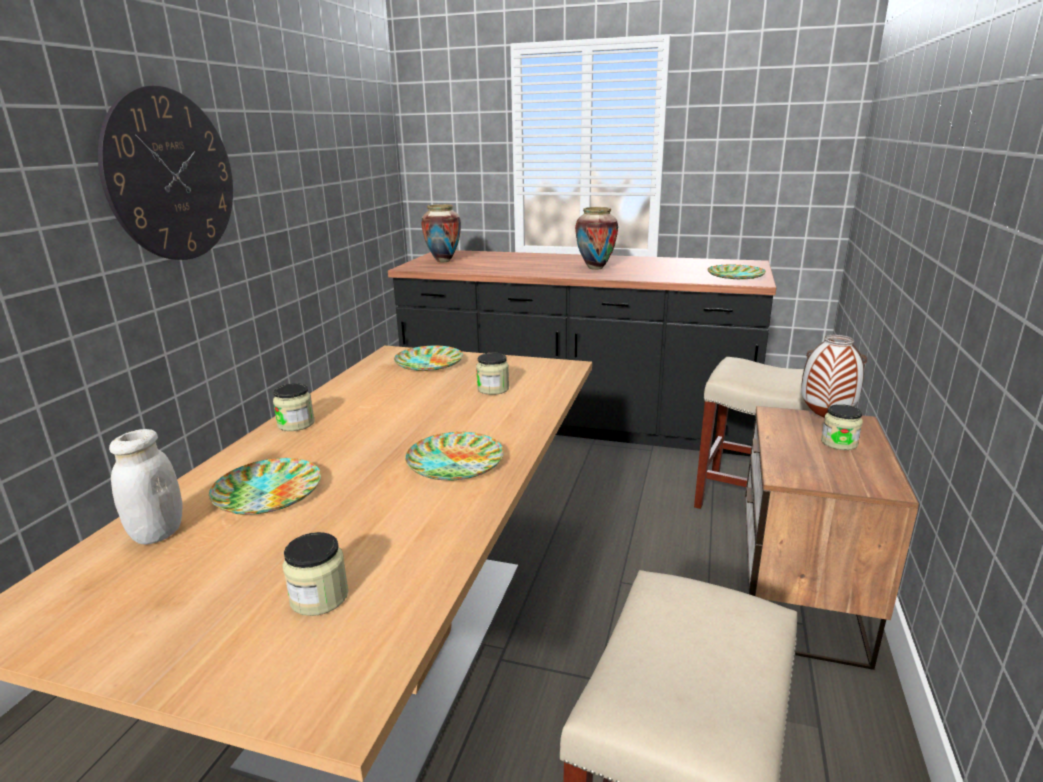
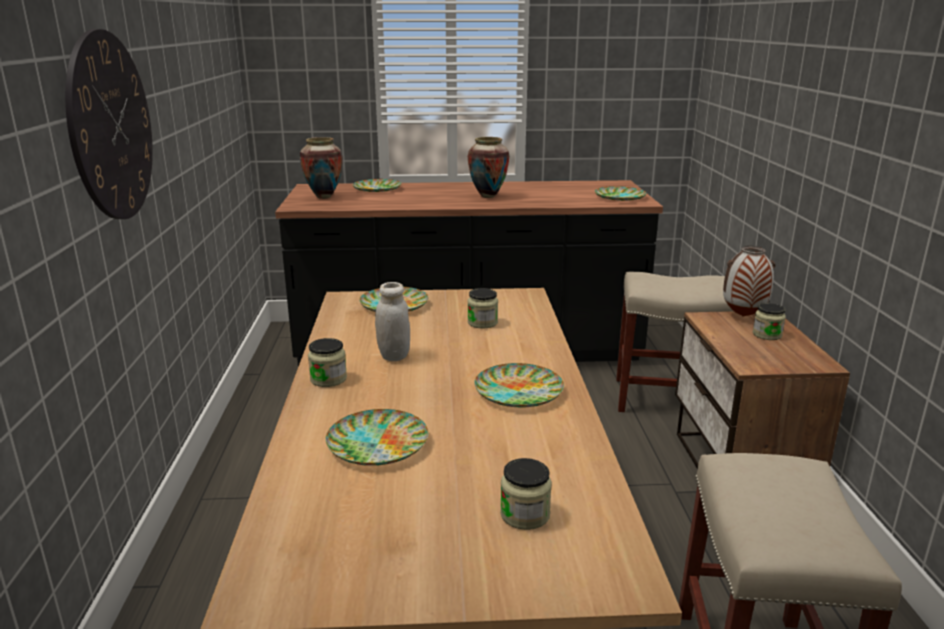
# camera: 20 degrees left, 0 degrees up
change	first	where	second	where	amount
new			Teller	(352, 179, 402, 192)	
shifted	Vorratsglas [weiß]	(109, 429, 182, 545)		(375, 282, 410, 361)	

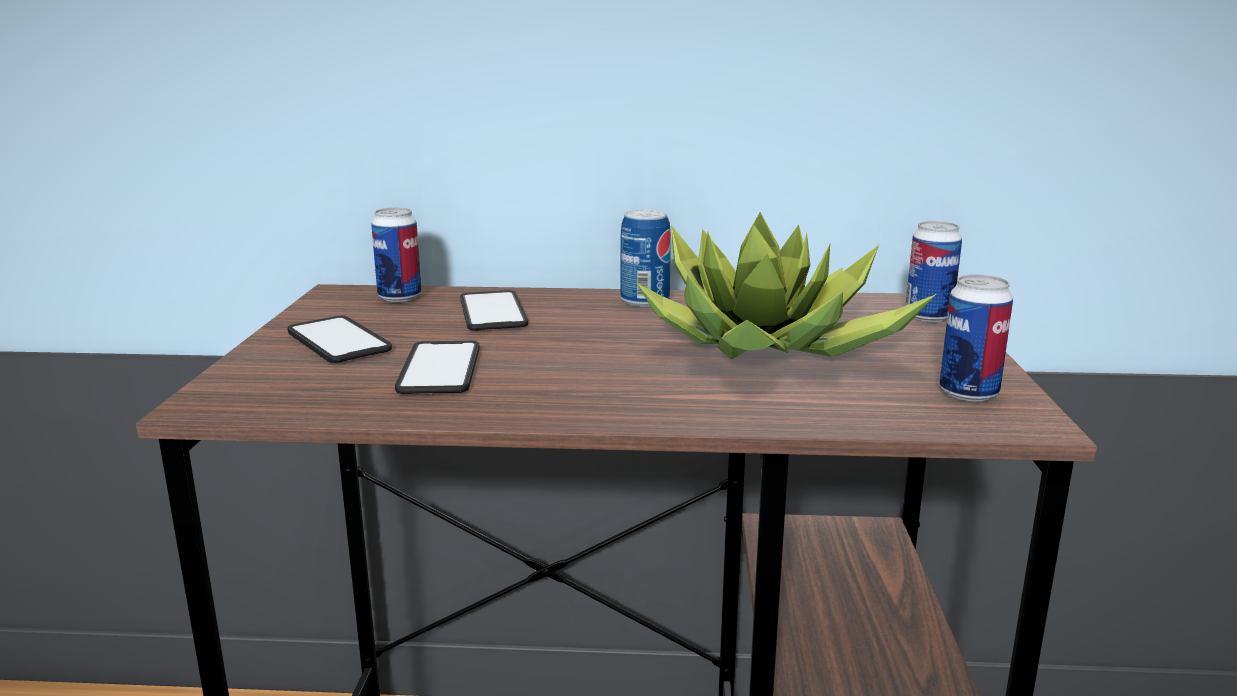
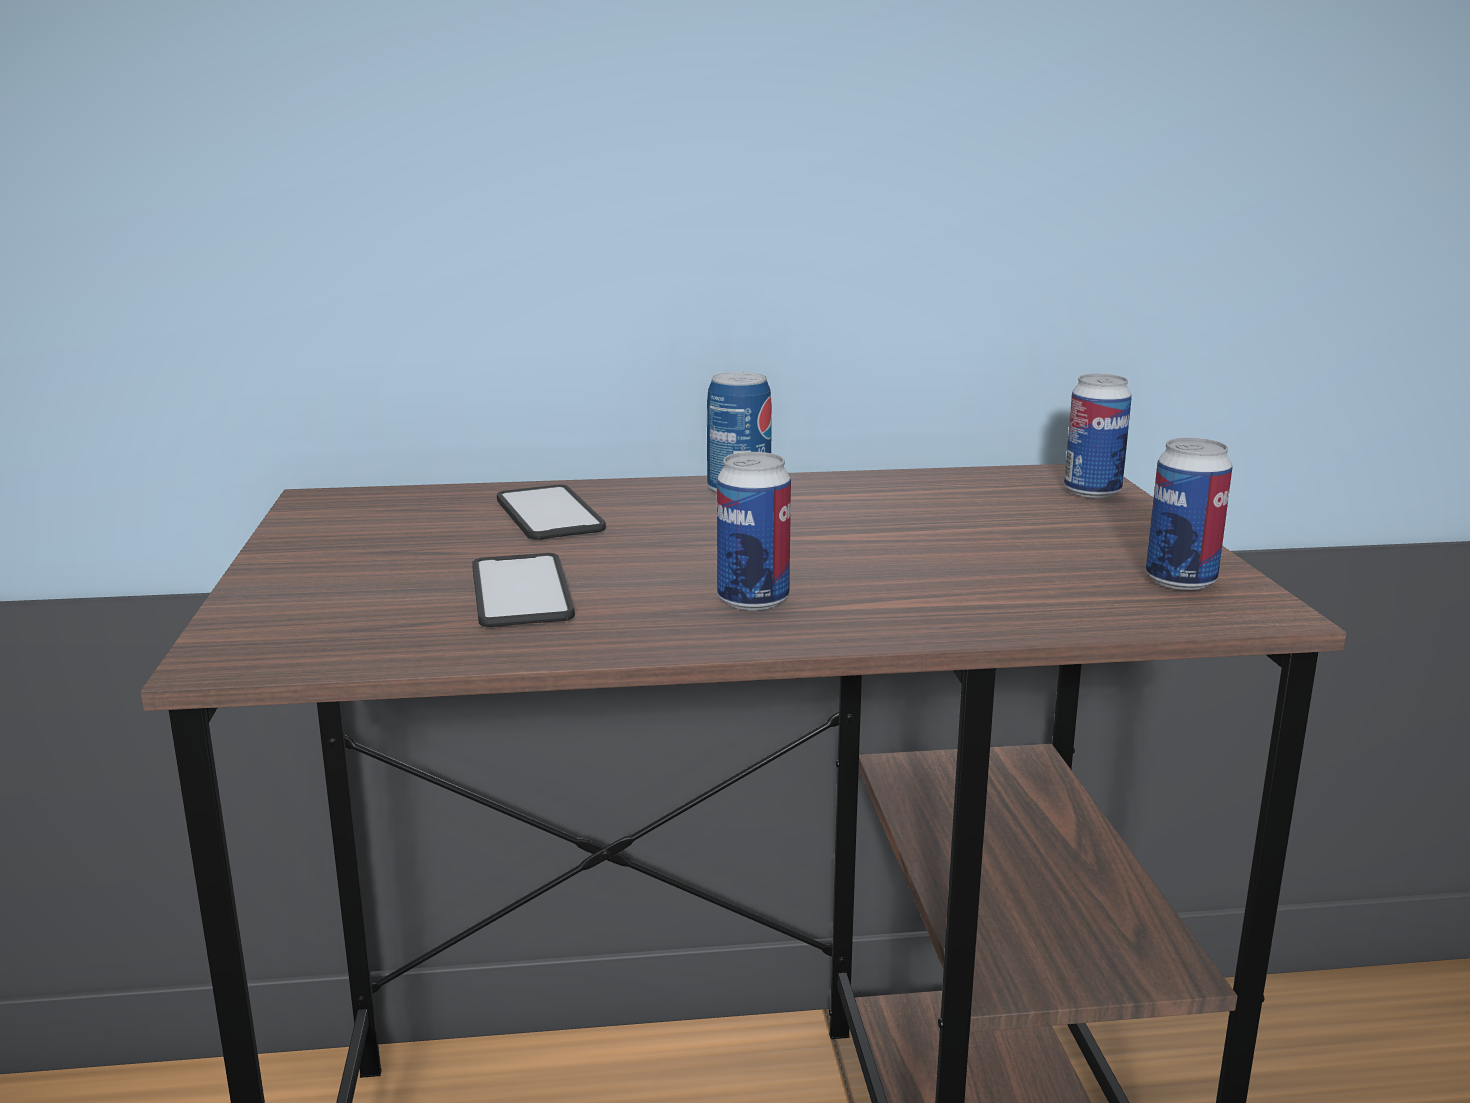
# camera: 10 degrees left, 0 degrees up
change	first	where	second	where	amount
shifted	Dose	(371, 208, 422, 302)		(717, 452, 791, 611)	
gone	Handy	(288, 316, 392, 363)			
gone	Topfpflanze	(637, 212, 937, 360)			

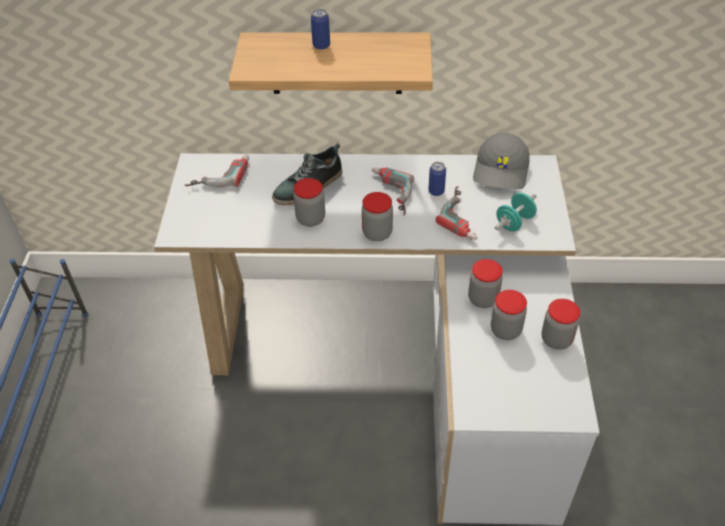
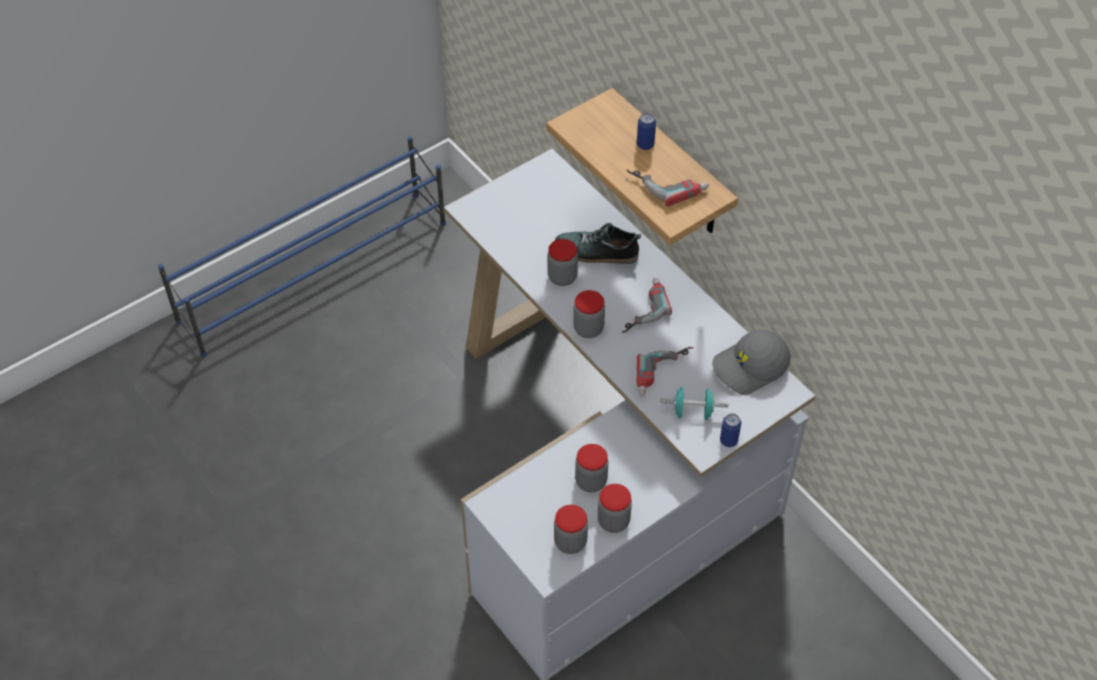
# camera: 50 degrees right, 5 degrees up
change	first	where	second	where	amount
shifted	Vorratsglas	(468, 259, 503, 308)		(554, 505, 588, 554)	
shifted	Bohrmaschine	(184, 155, 249, 187)		(627, 169, 709, 206)	
shifted	Dose	(428, 162, 446, 196)		(720, 413, 741, 447)	

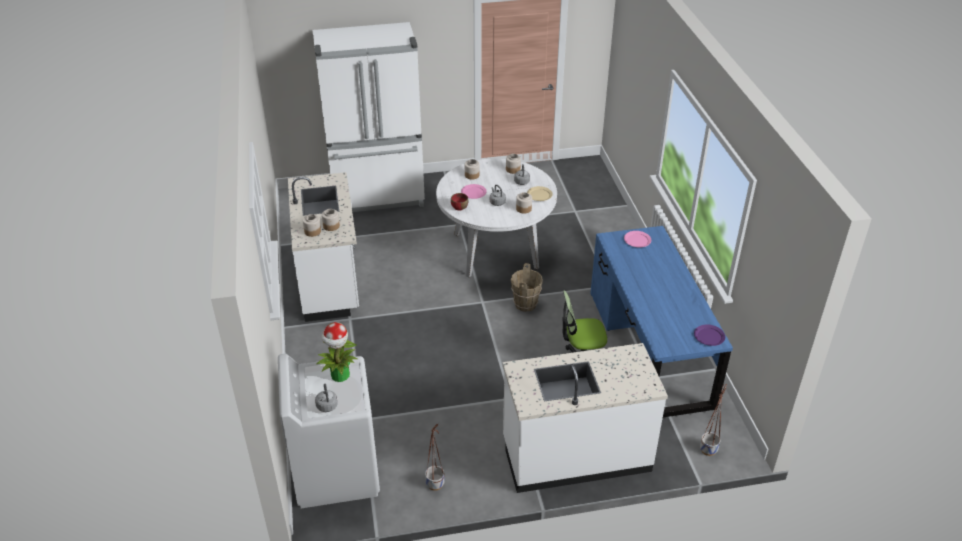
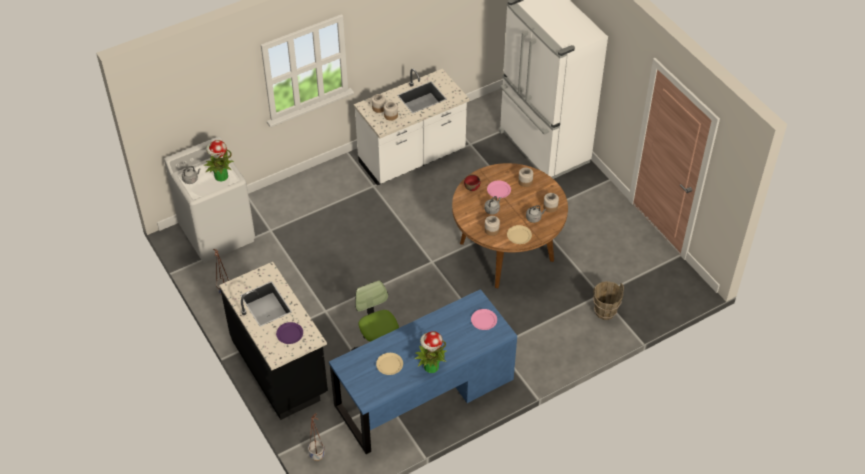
# camera: 70 degrees right, 10 degrees up
change	first	where	second	where	amount
repainted	Küchenzeile [weiß]	(503, 343, 668, 493)	Küchenzeile [schwarz]	(219, 262, 328, 420)	
shifted	Teller [lila]	(694, 324, 725, 346)		(276, 322, 303, 344)	
new			Teller [beige]	(376, 353, 403, 375)	
new			Topfpflanze	(415, 331, 446, 373)	
repainted	Esstisch [weiß]	(436, 158, 557, 278)	Esstisch [braun]	(452, 163, 568, 288)	
shifted	Eimer [braun]	(511, 263, 543, 312)		(593, 281, 624, 320)	

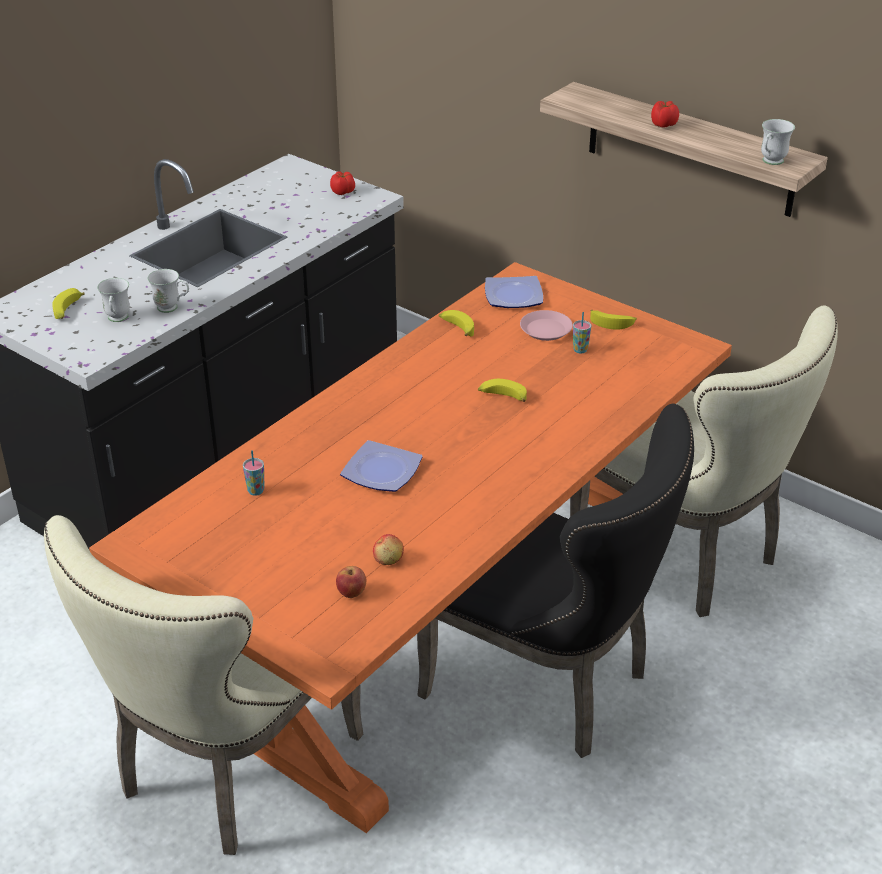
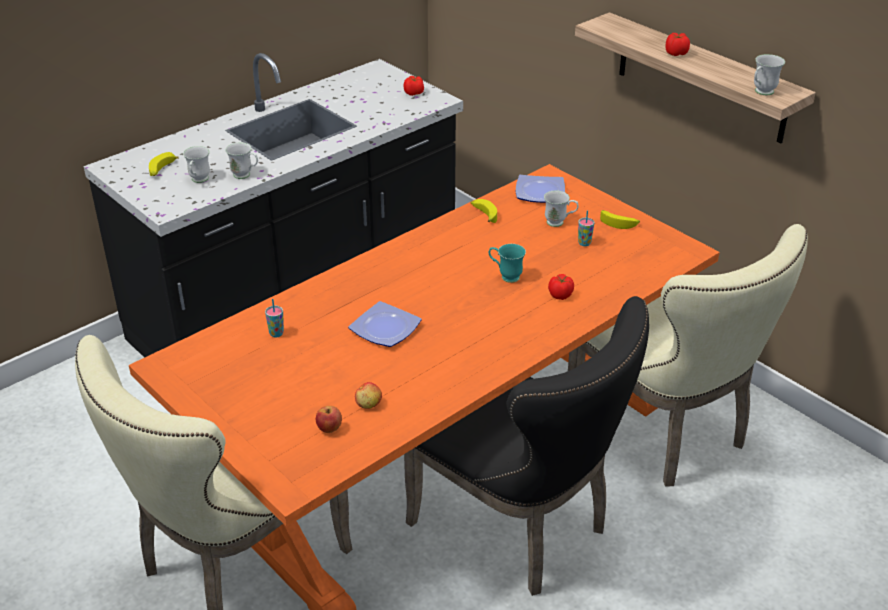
# camera: 10 degrees right, 0 degrees up
change	first	where	second	where	amount
swapped	Banane	(478, 379, 527, 402)	Henkelbecher [türkis]	(489, 244, 526, 283)	
swapped	Teller [rosa]	(520, 310, 573, 341)	Henkelbecher [weiß]	(544, 190, 579, 227)	
new			Tomate	(548, 274, 574, 300)	

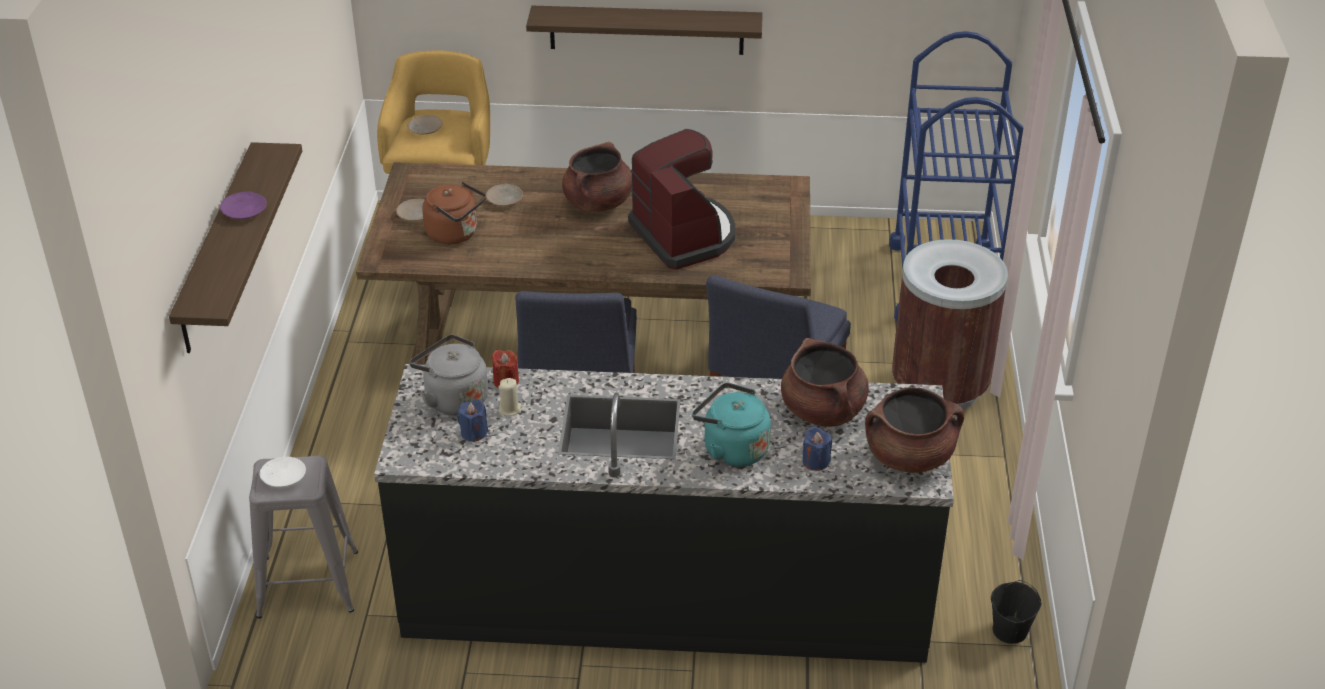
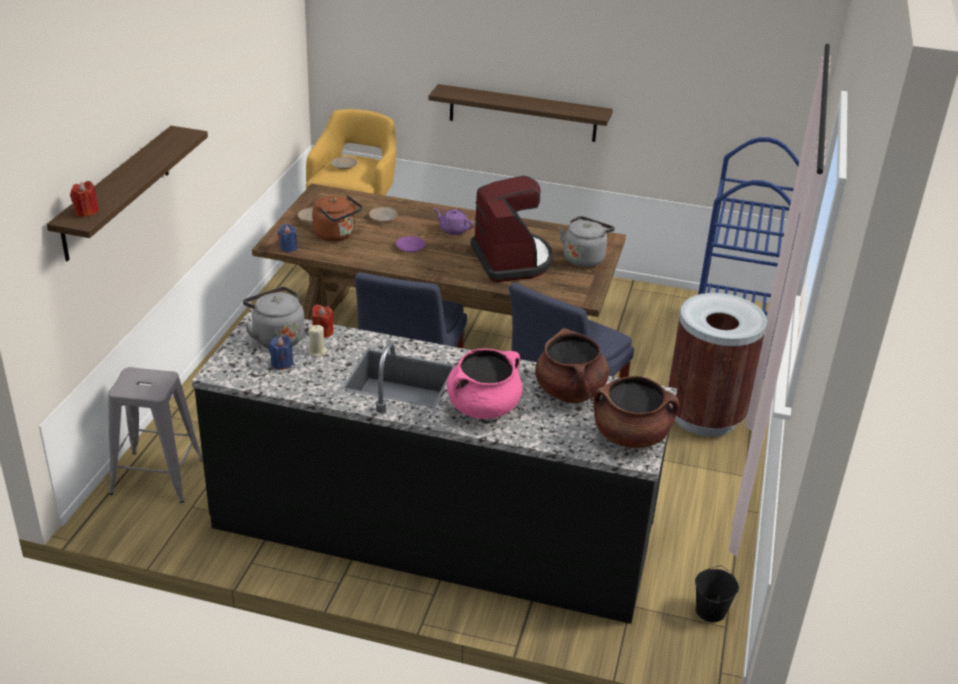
# camera: 10 degrees right, 5 degrees down
change	first	where	second	where	amount
new			Kerze [rot]	(70, 181, 99, 217)	
shifted	Kerze [blau]	(803, 426, 832, 471)		(278, 224, 298, 253)	
shifted	Teller [lila]	(220, 192, 267, 219)		(395, 236, 426, 252)	
swapped	Kochtopf [braun]	(562, 142, 632, 212)	Teekanne [lila]	(434, 208, 474, 235)	
swapped	Wasserkessel [türkis]	(692, 383, 771, 467)	Kochtopf [rosa]	(447, 349, 522, 419)	
new			Wasserkessel [grau]	(559, 216, 615, 267)	
gone	Teller [weiß]	(259, 457, 306, 487)			

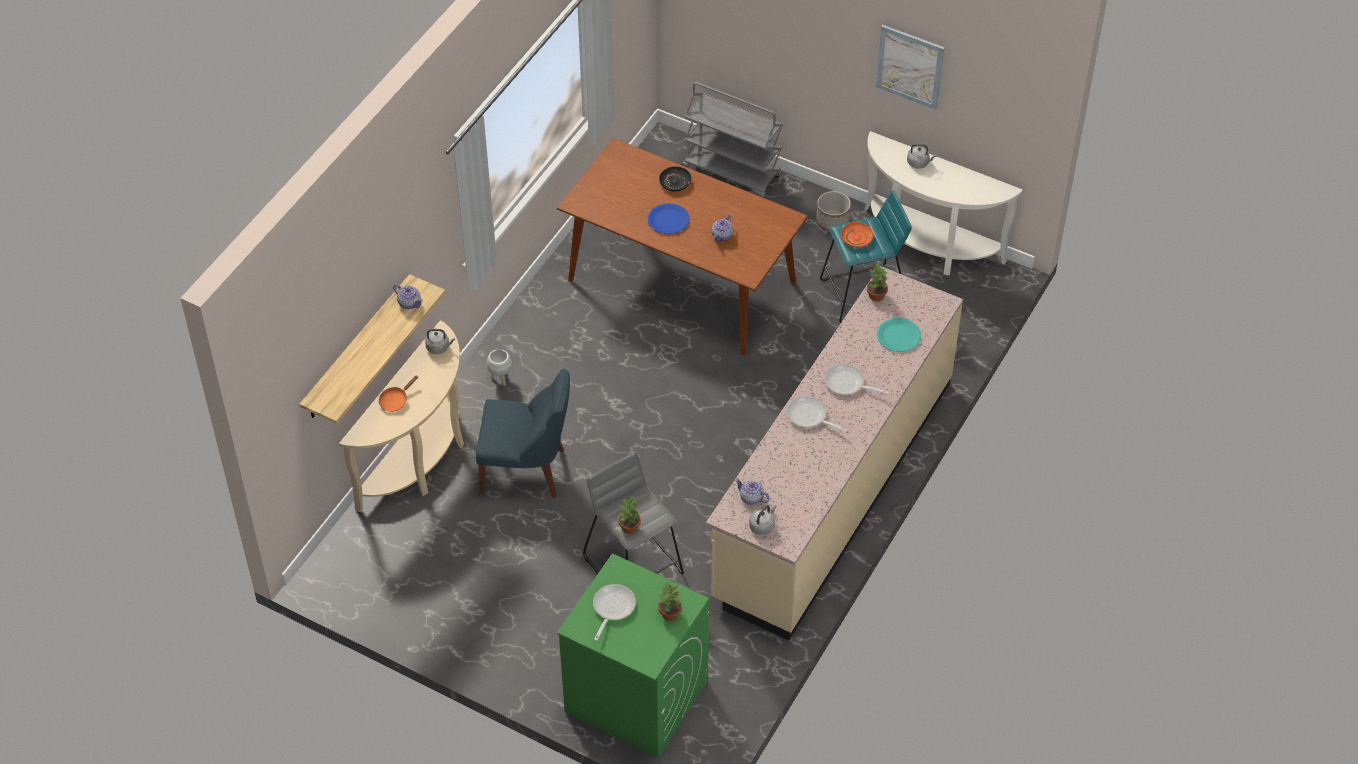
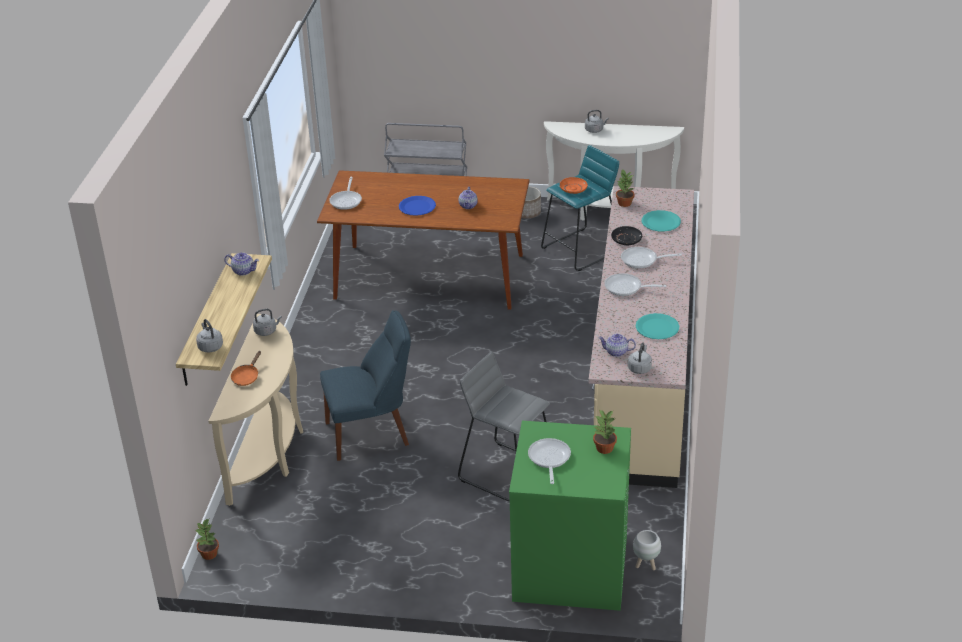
# camera: 20 degrees left, 15 degrees down
change	first	where	second	where	amount
new			Wasserkessel [grau]	(196, 319, 223, 353)	
shifted	Topfpflanze	(618, 497, 641, 534)		(196, 519, 219, 560)	
new			Pfanne	(329, 177, 362, 210)	
shifted	Teller [schwarz]	(659, 167, 691, 191)		(611, 226, 642, 245)	
shifted	Pflanzkübel [weiß]	(487, 349, 512, 386)		(633, 530, 661, 570)	
new			Teller [türkis]	(636, 313, 679, 339)	
gone	Bild	(876, 25, 945, 110)			

